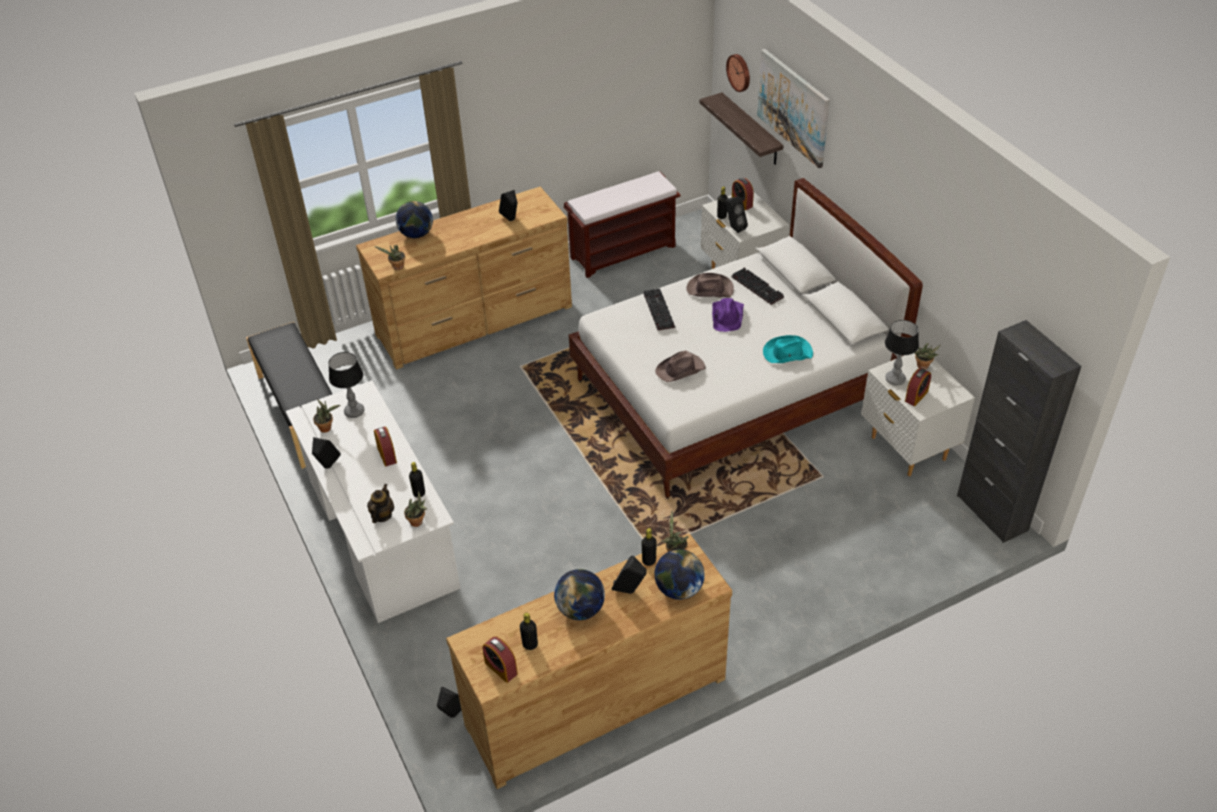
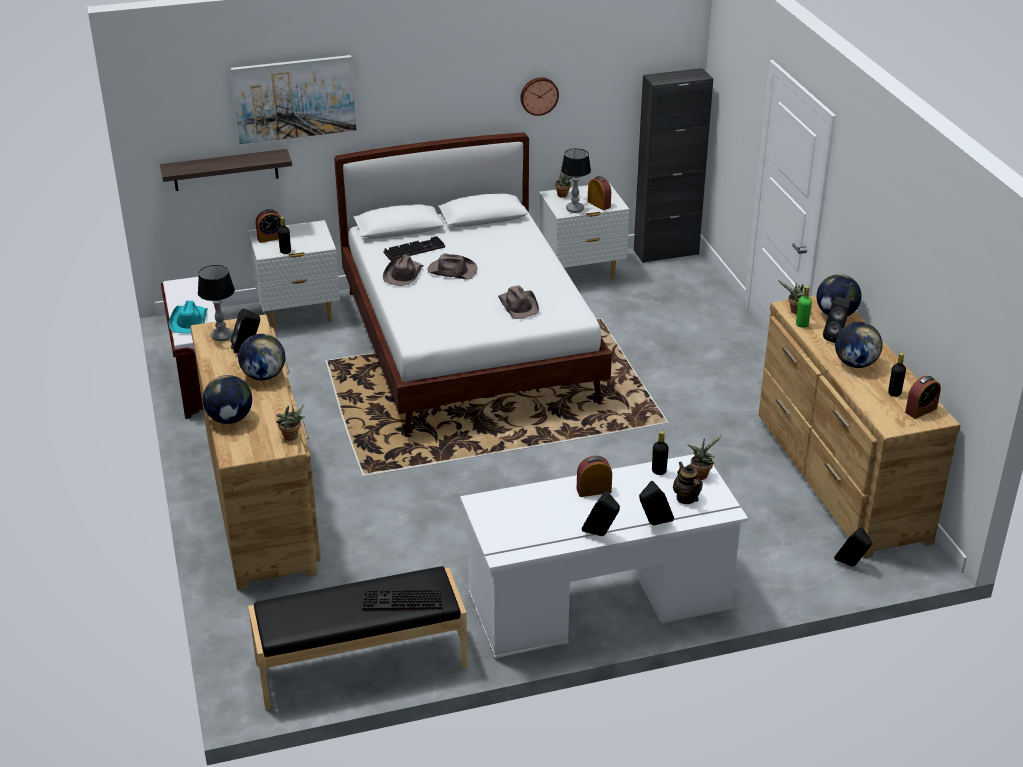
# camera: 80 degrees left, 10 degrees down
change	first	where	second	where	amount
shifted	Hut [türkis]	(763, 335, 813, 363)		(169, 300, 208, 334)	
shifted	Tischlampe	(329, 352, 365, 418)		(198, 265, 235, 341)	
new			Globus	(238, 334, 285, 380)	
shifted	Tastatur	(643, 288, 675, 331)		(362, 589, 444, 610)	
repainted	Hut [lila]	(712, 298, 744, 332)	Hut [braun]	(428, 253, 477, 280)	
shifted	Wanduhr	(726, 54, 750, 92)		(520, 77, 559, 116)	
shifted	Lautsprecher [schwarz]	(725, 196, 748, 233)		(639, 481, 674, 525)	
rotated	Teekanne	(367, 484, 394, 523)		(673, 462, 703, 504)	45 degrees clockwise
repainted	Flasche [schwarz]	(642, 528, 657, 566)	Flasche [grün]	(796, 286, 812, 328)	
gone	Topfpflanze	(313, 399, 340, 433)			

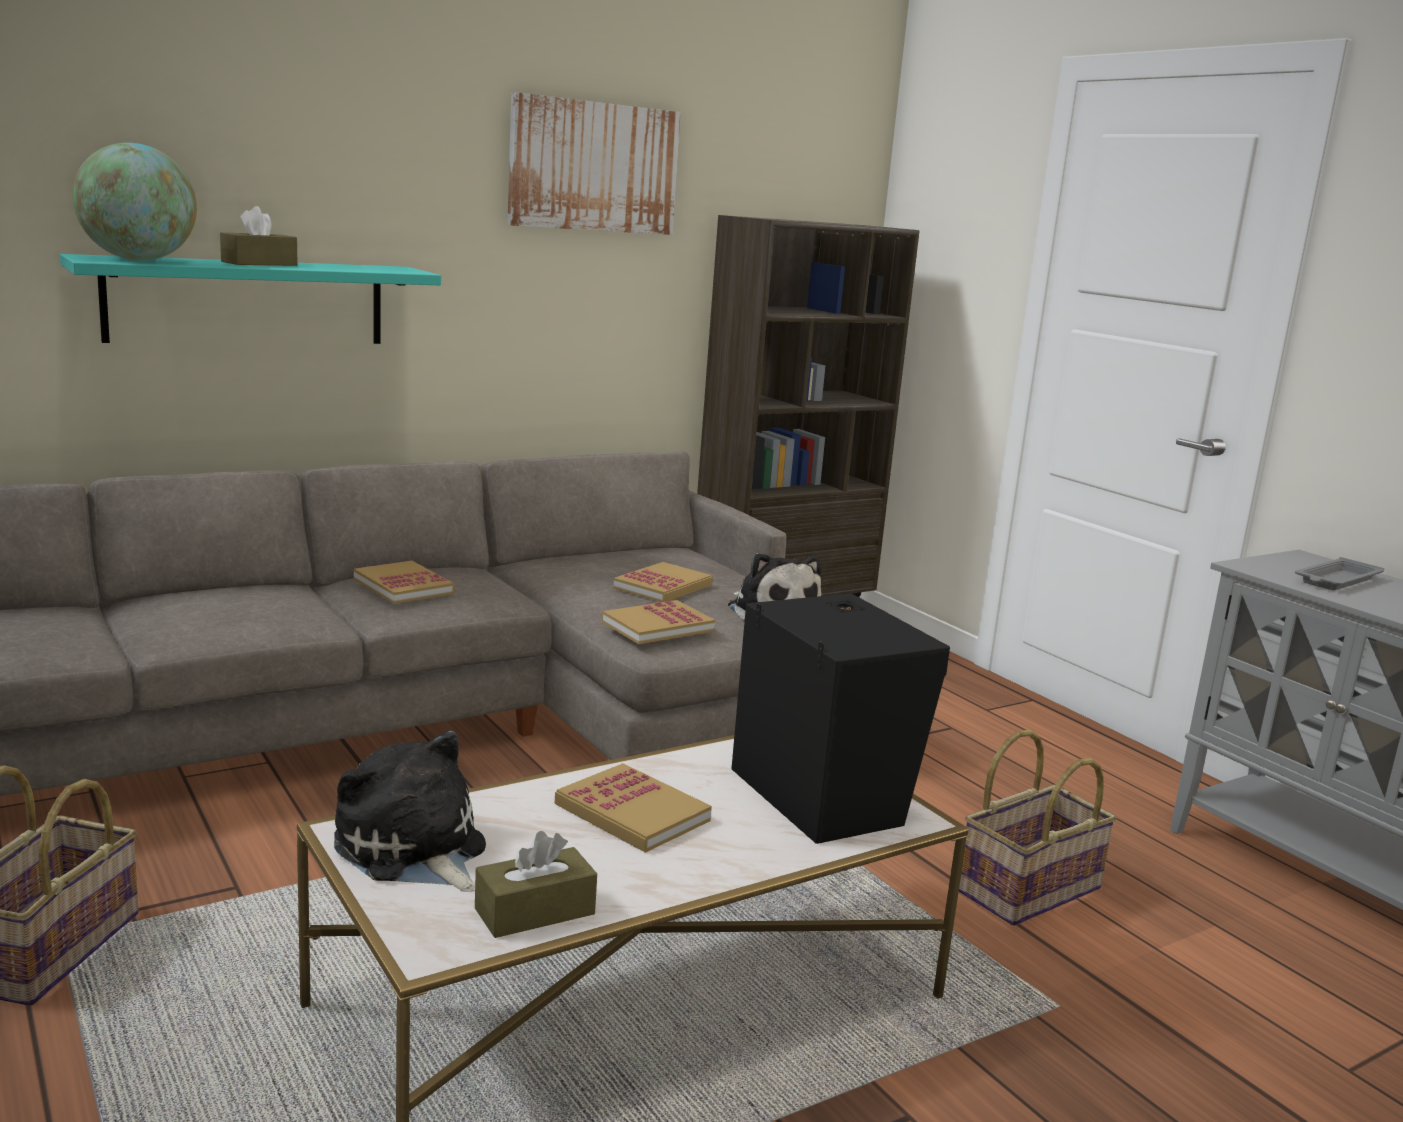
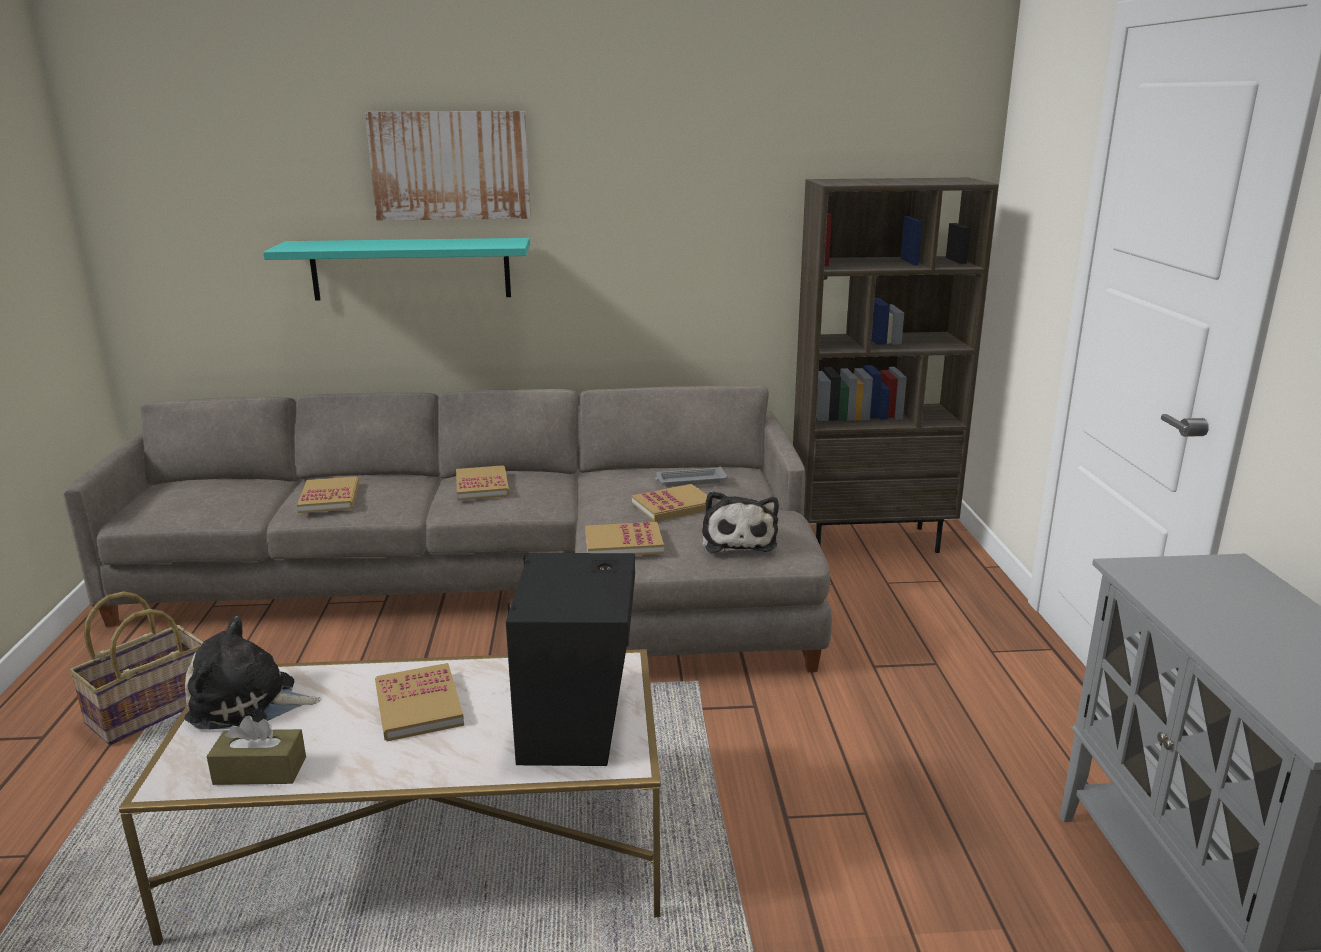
# camera: 30 degrees right, 5 degrees up
change	first	where	second	where	amount
rotated	Plüschtier	(334, 731, 486, 892)		(184, 616, 322, 729)	75 degrees counterclockwise
new			Buch	(297, 476, 359, 513)	
shifted	Bild	(507, 92, 681, 235)		(365, 111, 531, 221)	
shifted	Tablett [grau]	(1295, 557, 1385, 590)		(655, 467, 728, 487)	
gone	Globus	(72, 143, 197, 261)			
gone	Taschentuchbox [braun]	(220, 206, 298, 266)			
gone	Korb	(959, 730, 1116, 926)			

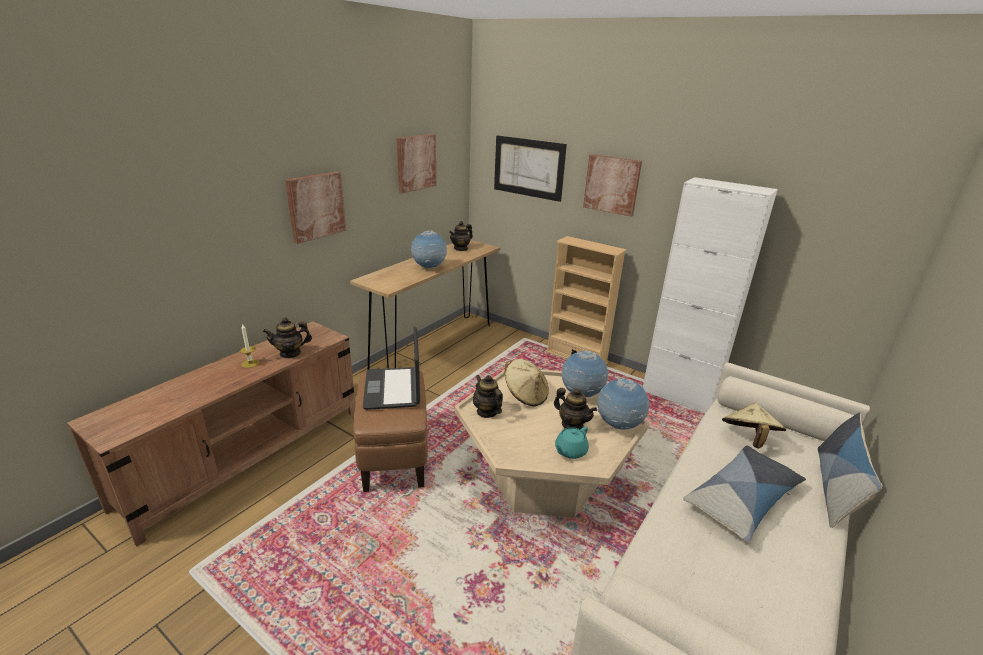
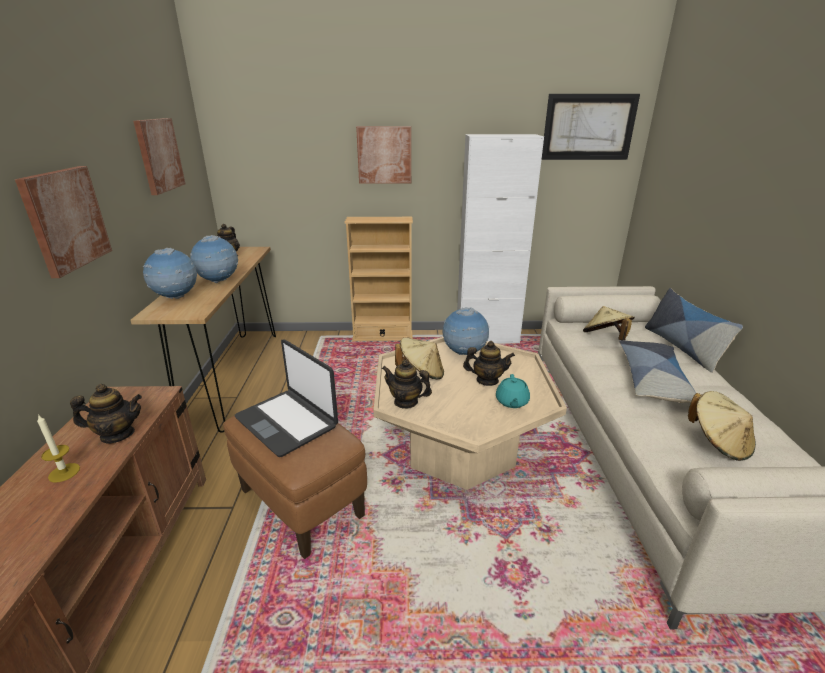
# camera: 35 degrees left, 0 degrees up
change	first	where	second	where	amount
rotated	Teekanne	(263, 317, 312, 358)		(70, 384, 142, 444)	135 degrees counterclockwise
shifted	Globus	(597, 378, 649, 429)		(143, 248, 197, 299)	
shifted	Bild	(494, 135, 567, 202)		(542, 94, 640, 160)	
new			Hut [beige]	(688, 391, 756, 461)	

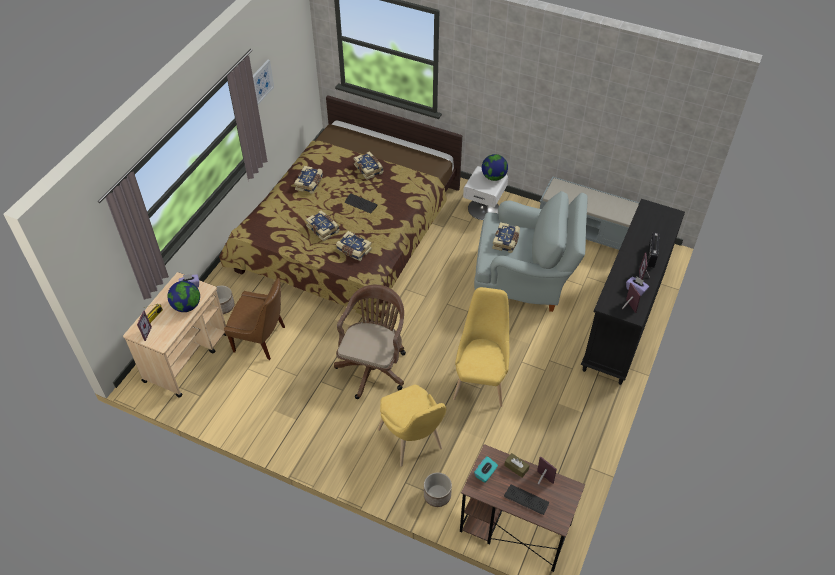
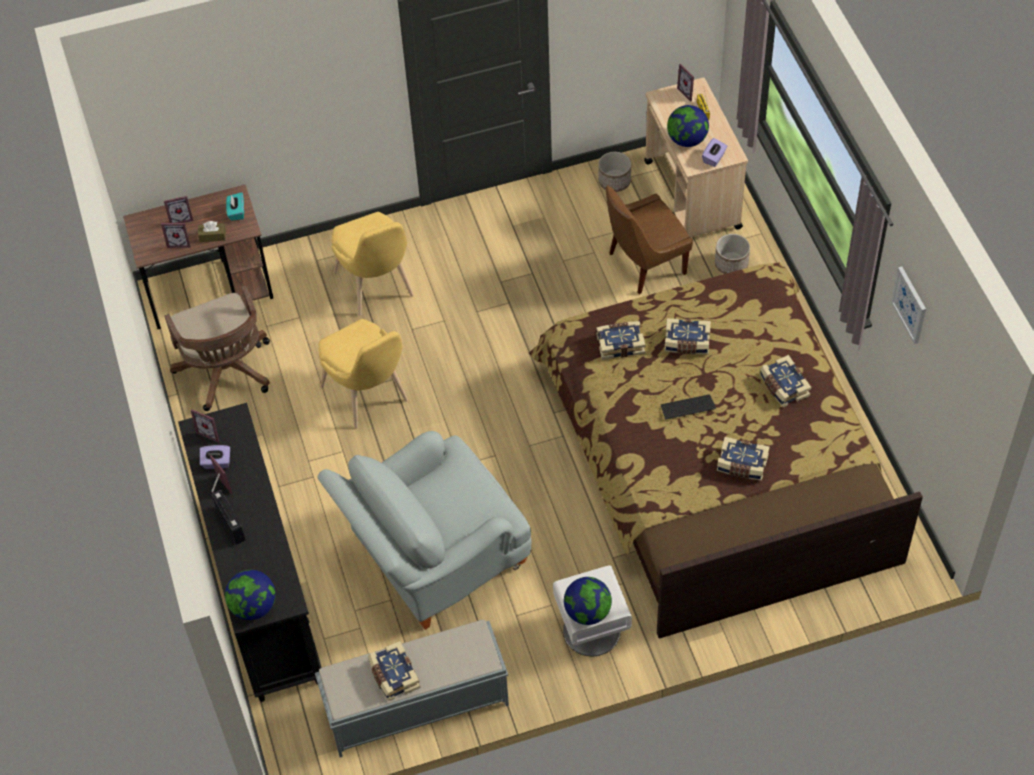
# camera: 140 degrees right, 5 degrees up
change	first	where	second	where	amount
swapped	Tastatur	(504, 485, 549, 515)	Bilderrahmen	(164, 196, 193, 223)	
shifted	Bürostuhl [braun]	(334, 285, 406, 399)		(164, 285, 270, 411)	
new			Globus	(225, 570, 276, 620)	
rotated	Stuhl [gelb]	(378, 384, 446, 467)		(332, 212, 414, 316)	135 degrees counterclockwise
shifted	Buch	(492, 222, 520, 253)		(368, 641, 420, 701)	
shifted	Pflanzkübel	(424, 472, 452, 507)		(598, 152, 631, 192)	

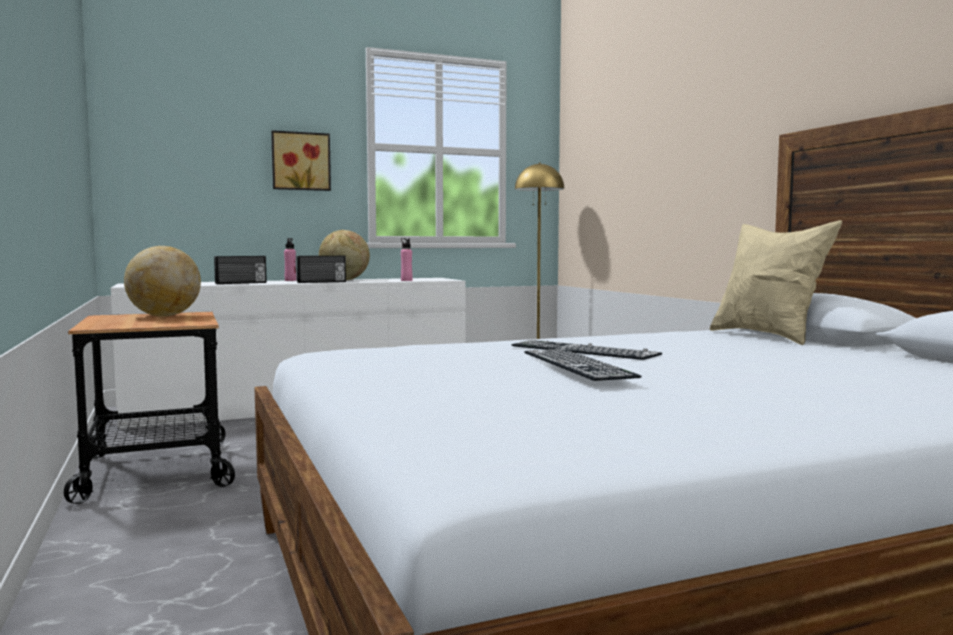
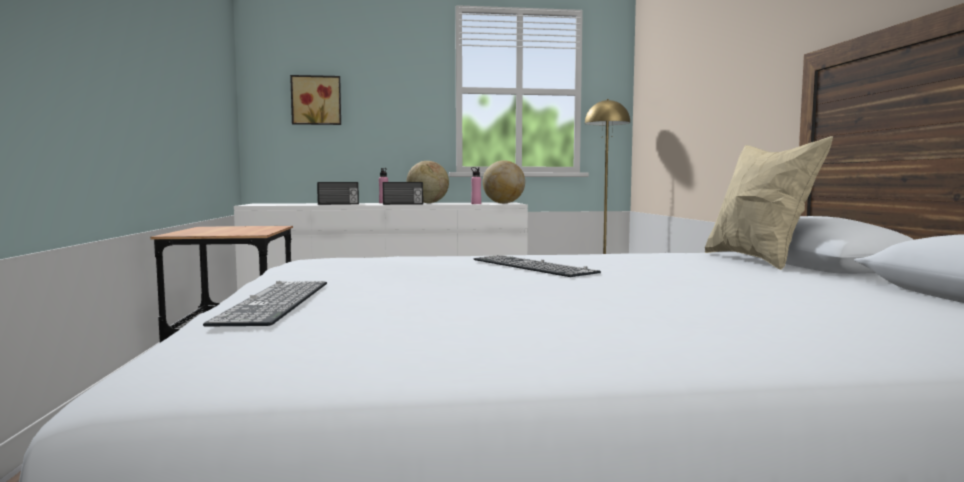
# camera: 15 degrees right, 0 degrees up
change	first	where	second	where	amount
shifted	Tastatur	(524, 349, 642, 381)		(203, 281, 327, 327)	
shifted	Bild	(271, 130, 331, 191)		(290, 75, 341, 125)	
shifted	Globus	(124, 246, 201, 317)		(482, 160, 525, 203)	

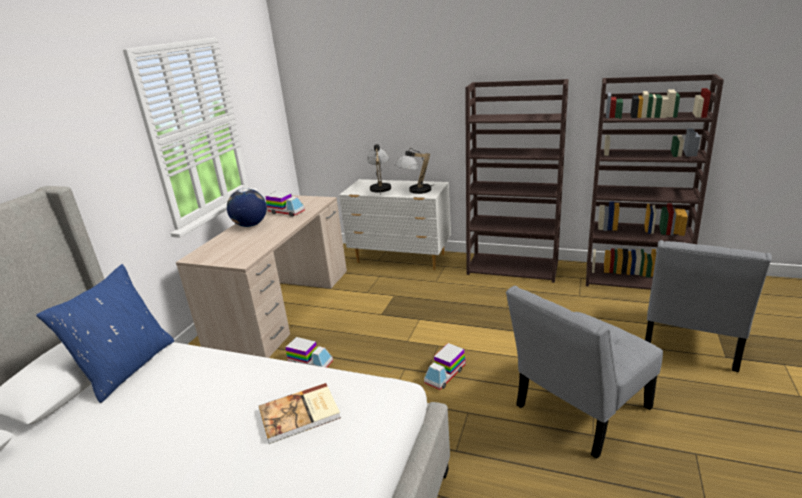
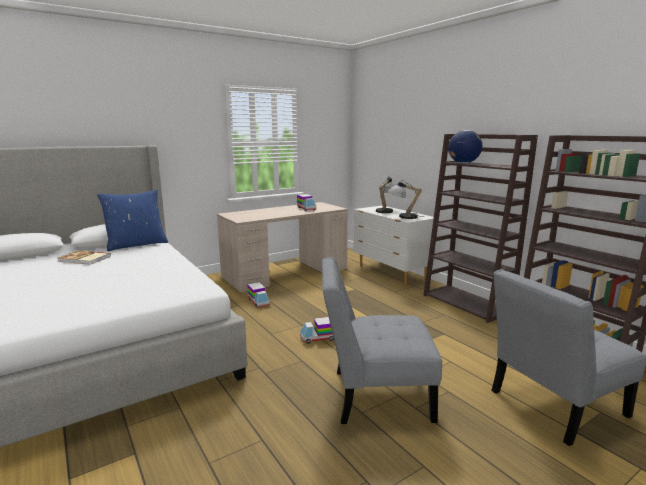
# camera: 35 degrees right, 10 degrees down
change	first	where	second	where	amount
shifted	Buch	(259, 383, 341, 444)		(58, 250, 111, 265)	
shifted	Globus	(227, 188, 267, 227)		(448, 130, 482, 163)	

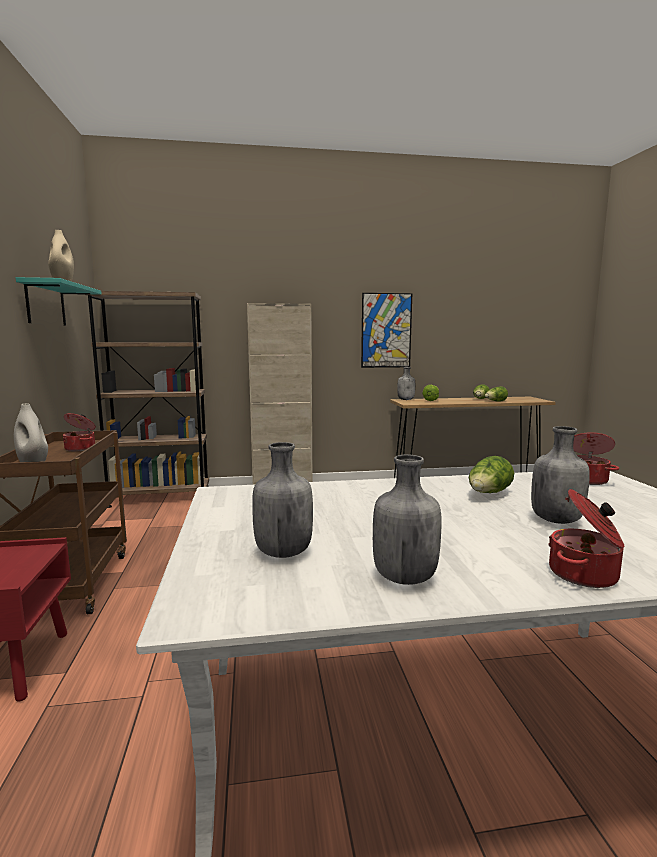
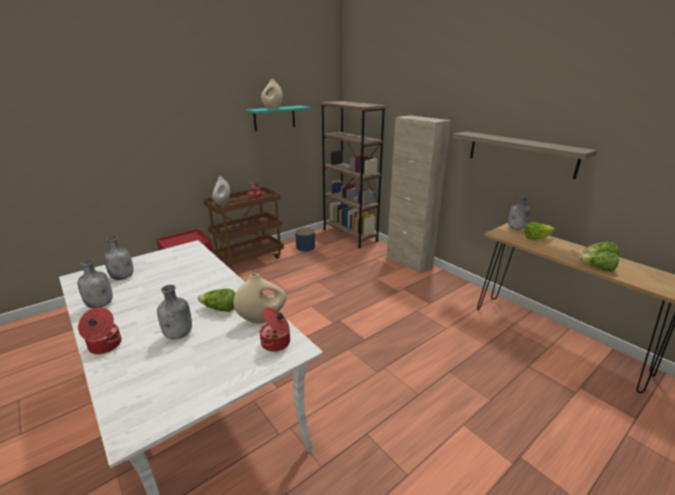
# camera: 60 degrees right, 15 degrees up
change	first	where	second	where	amount
new			Vase [beige]	(233, 273, 286, 324)	
new			Pflanzkübel [blau]	(295, 227, 315, 251)	
swapped	Bild	(361, 293, 412, 368)	Wandregal	(453, 131, 597, 179)	

